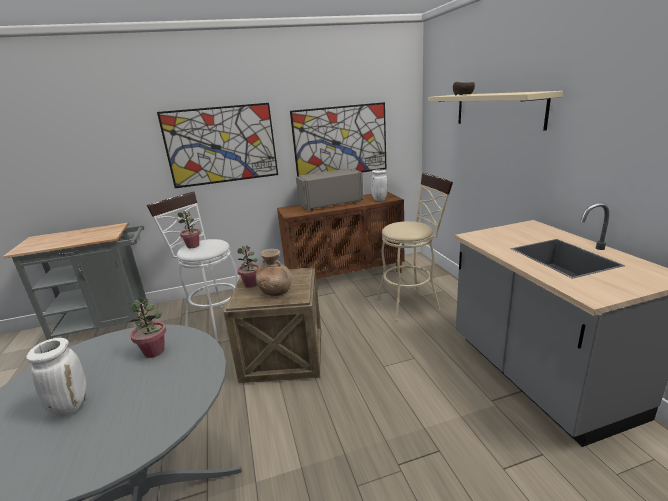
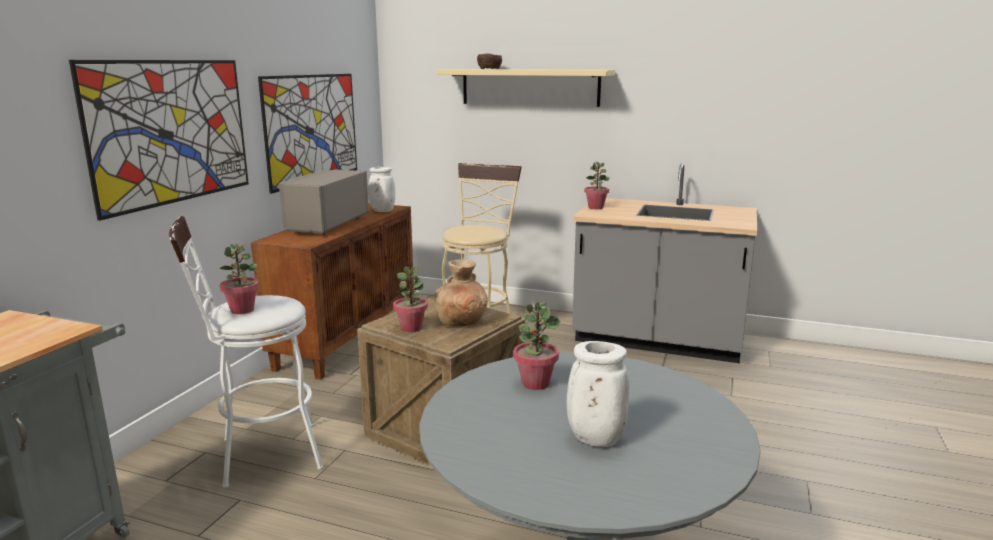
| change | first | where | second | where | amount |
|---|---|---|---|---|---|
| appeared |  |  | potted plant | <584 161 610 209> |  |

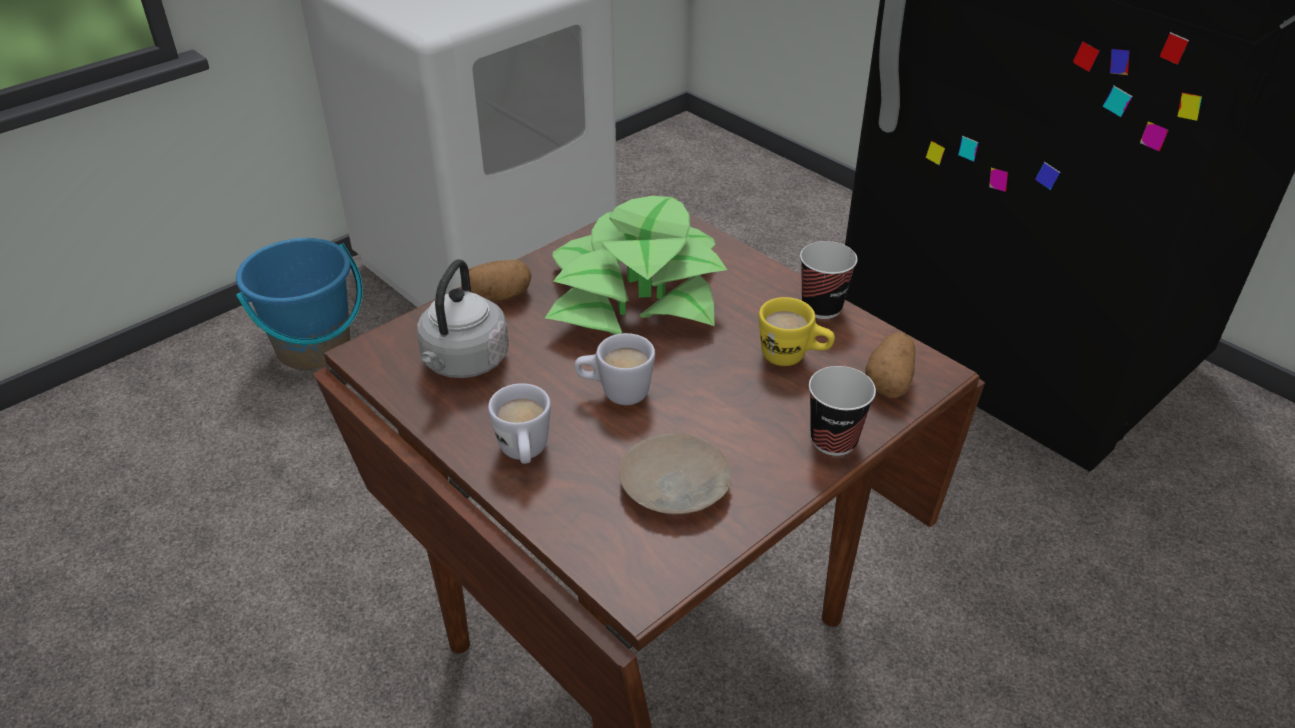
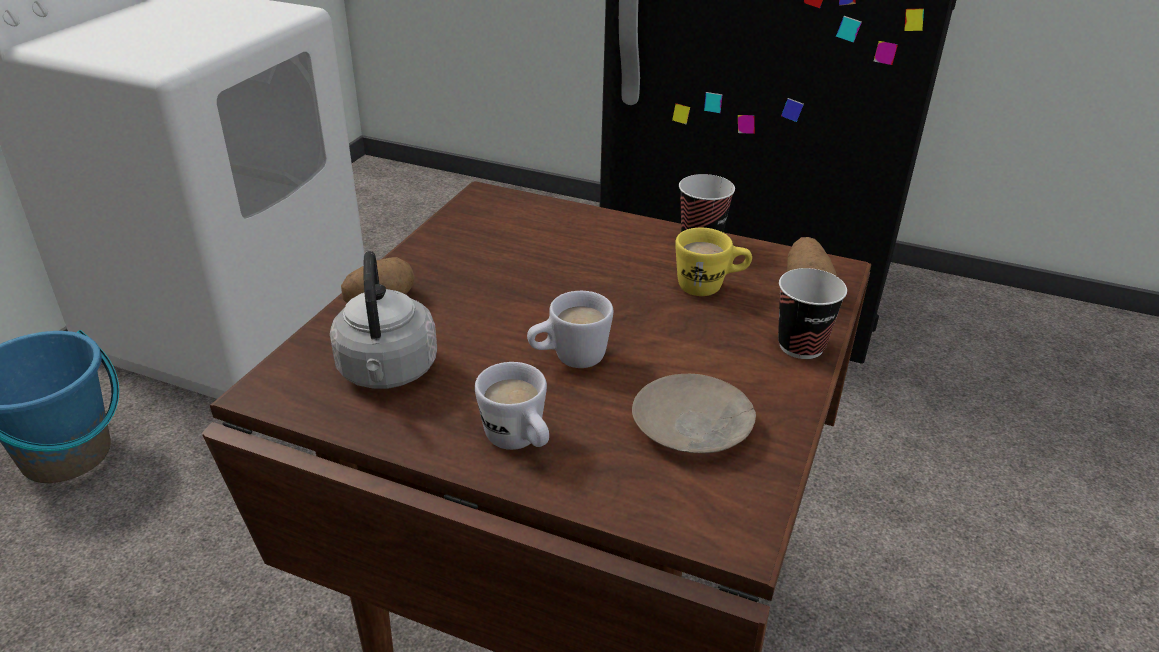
| change | first | where | second | where | amount |
|---|---|---|---|---|---|
| missing | potted plant | <545 196 727 335> |  |  |  |

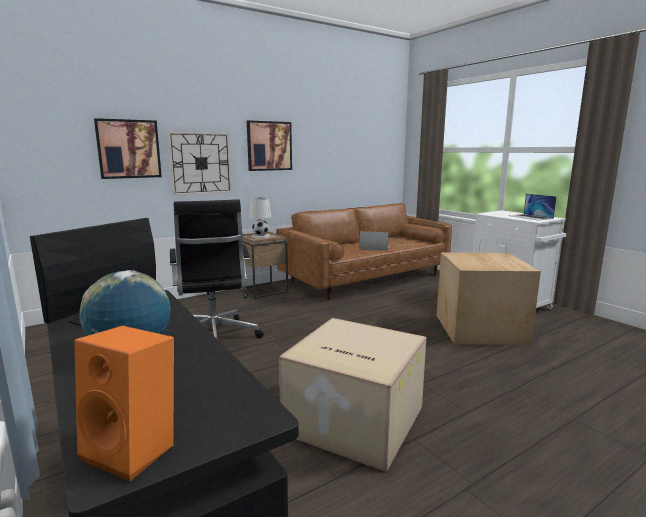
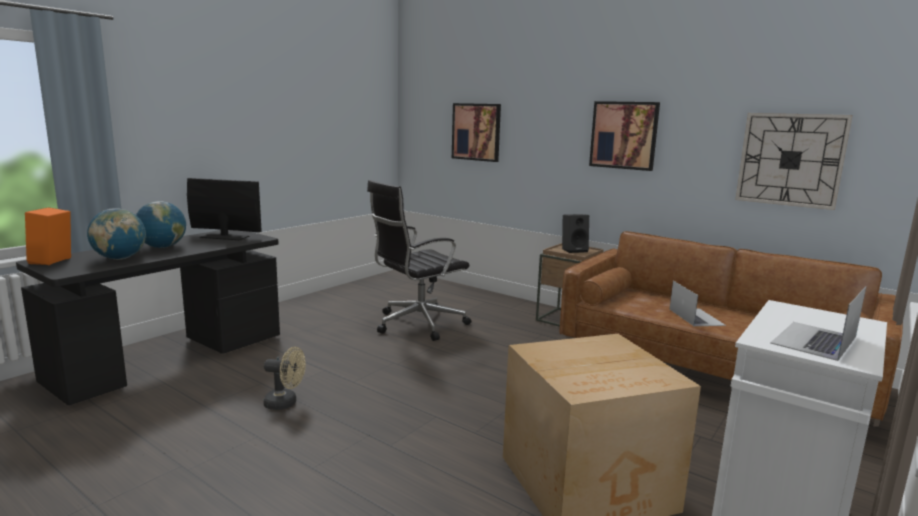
| change | first | where | second | where | amount |
|---|---|---|---|---|---|
| appeared |  |  | globe | <87 208 146 260> |  |
| relocated | wall clock | <167 131 232 196> |  | <735 113 853 210> |  |
| exchanged | white table lamp | <249 198 271 238> | black speaker | <562 214 589 253> |  |
| exchanged | cardboard box | <279 318 426 472> | beige fan | <263 347 306 410> |  |

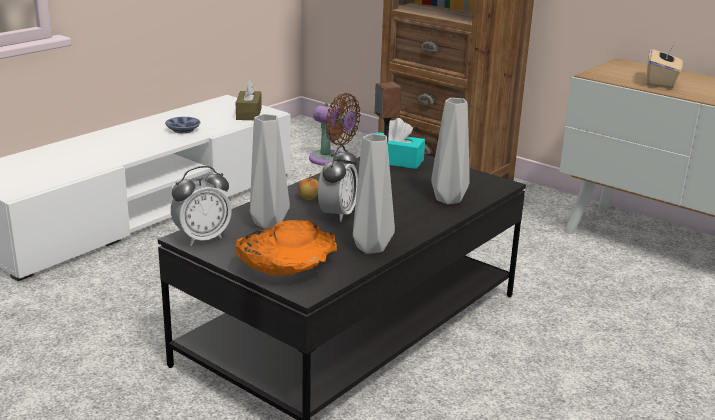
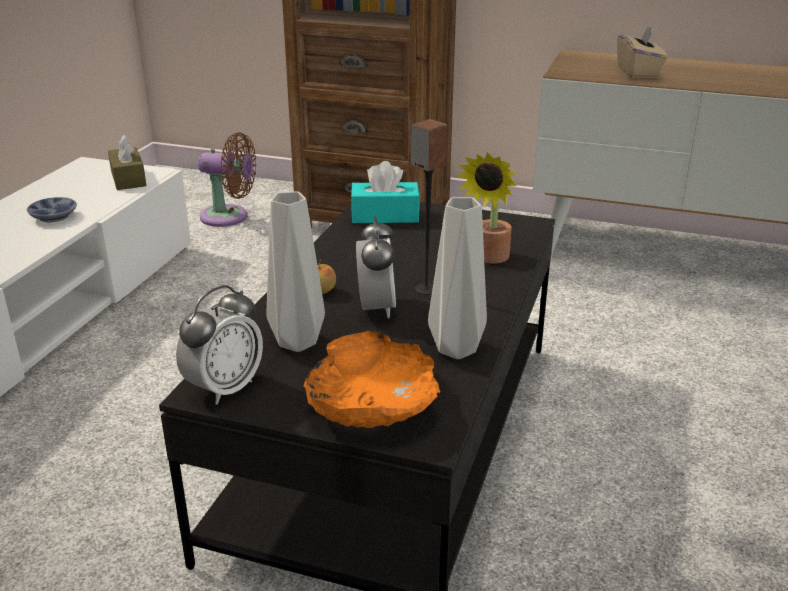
| change | first | where | second | where | amount |
|---|---|---|---|---|---|
| exchanged | grey vase | <431 98 470 204> | potted plant | <457 152 516 263> |  |

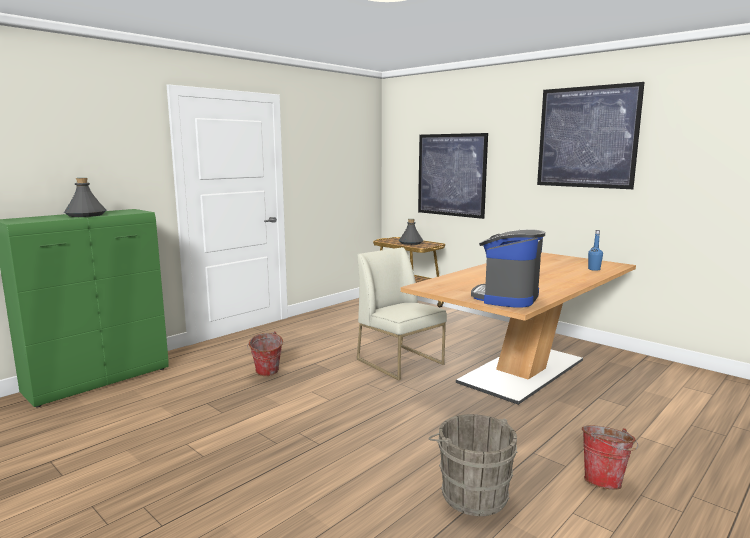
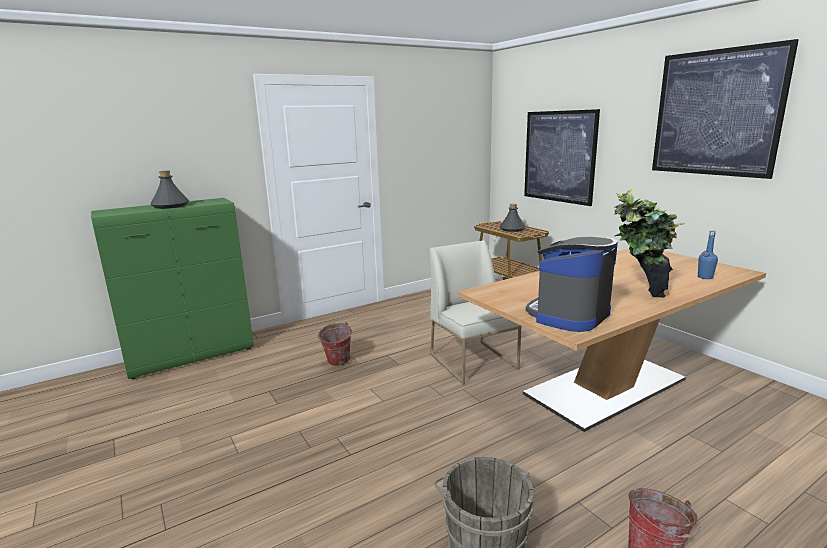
| change | first | where | second | where | amount |
|---|---|---|---|---|---|
| appeared |  |  | potted plant | <614 190 684 297> |  |

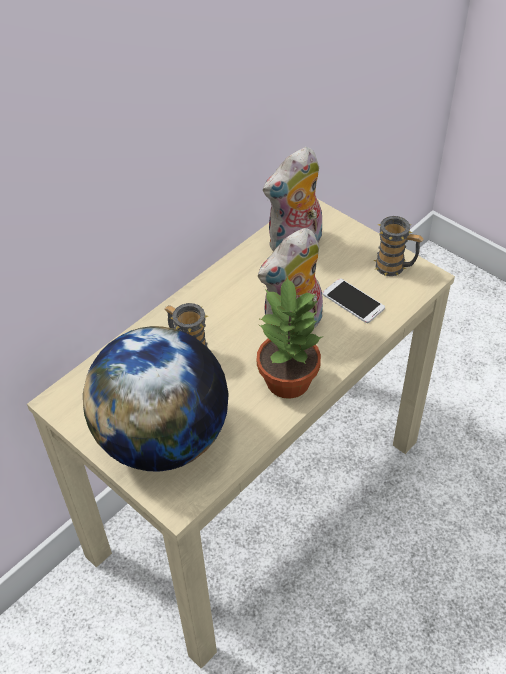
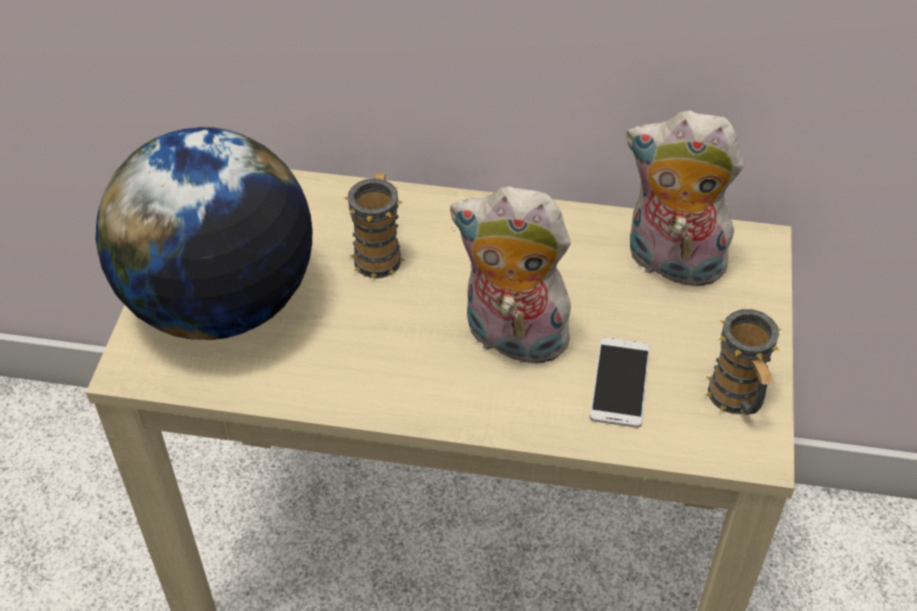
| change | first | where | second | where | amount |
|---|---|---|---|---|---|
| missing | potted plant | <257 276 323 399> |  |  |  |

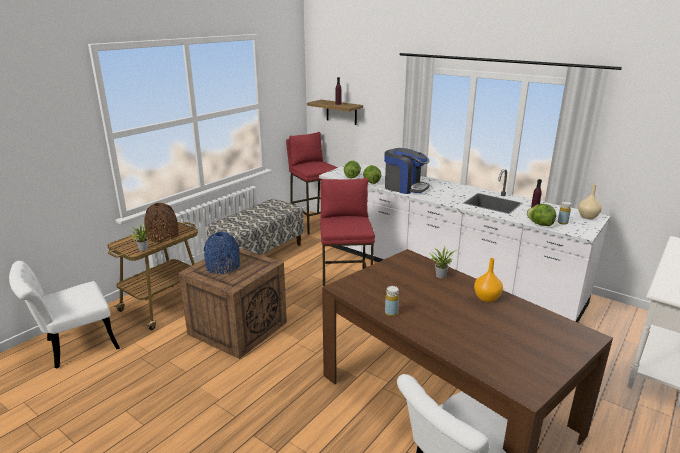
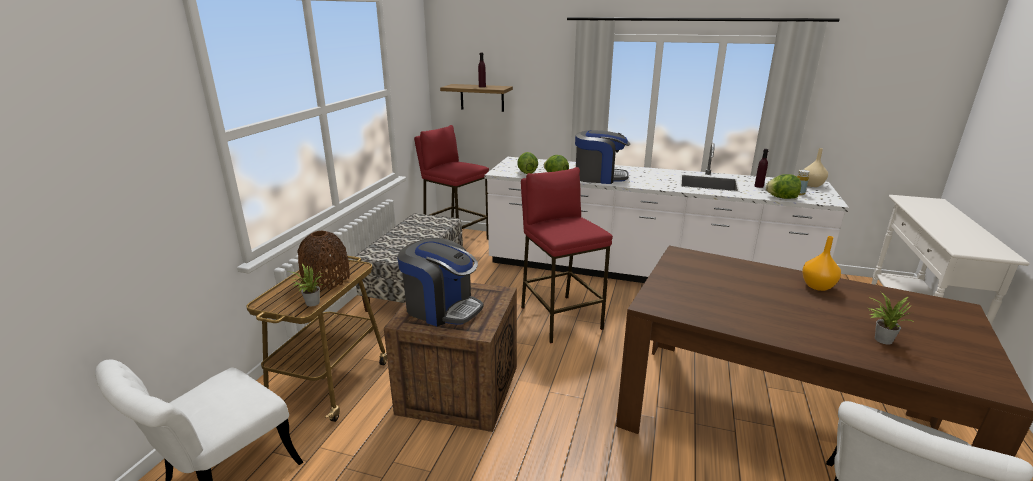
| change | first | where | second | where | amount |
|---|---|---|---|---|---|
| missing | yellow bottle | <385 286 399 316> |  |  |  |
| relocated | potted plant | <429 246 458 279> |  | <868 292 914 345> |  |
| exchanged | blue vase | <204 232 240 274> | coffee machine | <397 238 484 326> |  |

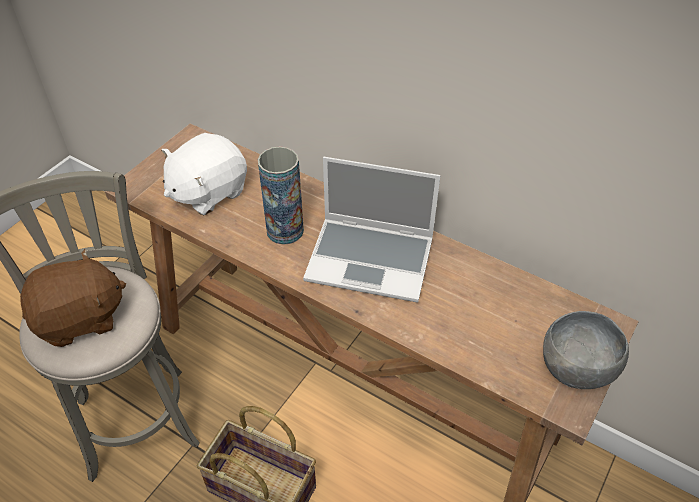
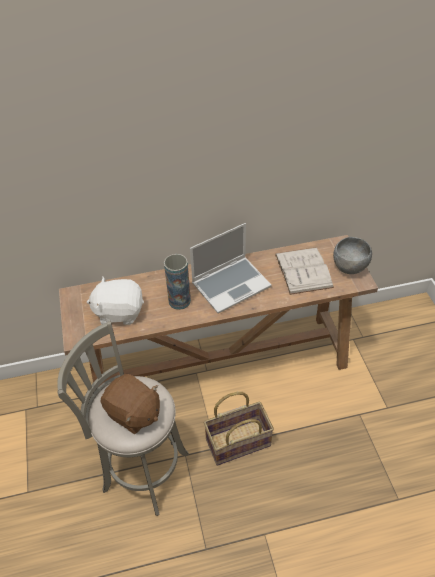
| change | first | where | second | where | amount |
|---|---|---|---|---|---|
| appeared |  |  | white book | <275 247 334 295> |  |
| spun | brown plush toy | <20 249 126 347> |  | <100 374 160 434> | 105 degrees clockwise |
| spun | white plush toy | <162 133 247 216> |  | <87 276 144 325> | 90 degrees clockwise |

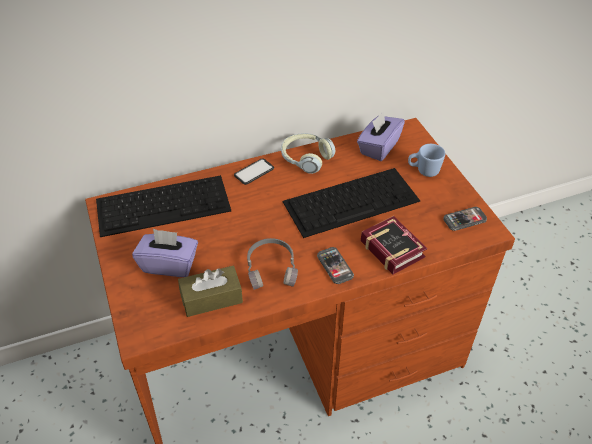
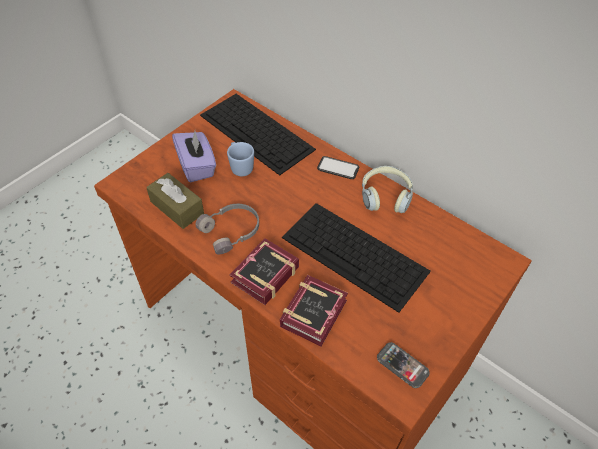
| change | first | where | second | where | amount |
|---|---|---|---|---|---|
| missing | purple tissue box | <357 111 405 161> |  |  |  |
| relocated | blue mug | <408 144 445 177> |  | <227 142 254 176> |  |
| exchanged | phone | <317 247 354 284> | book | <230 238 299 305> |  |

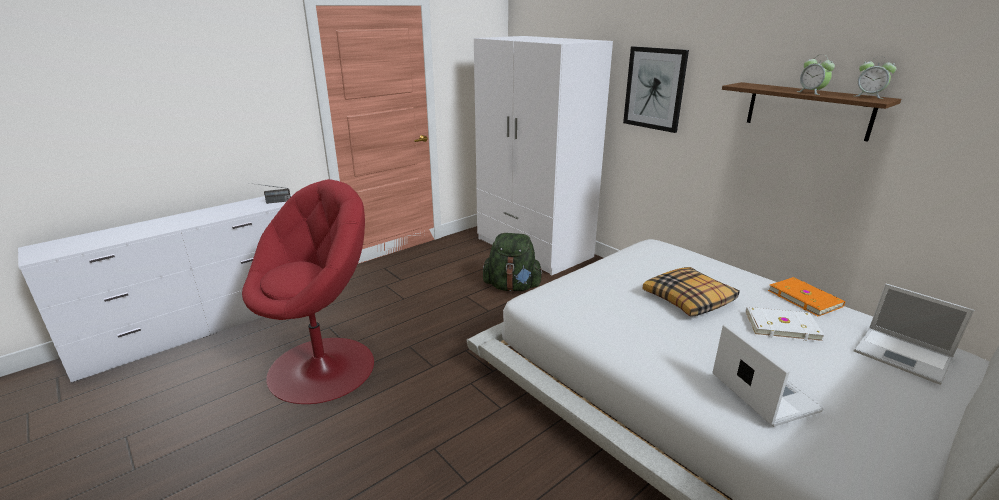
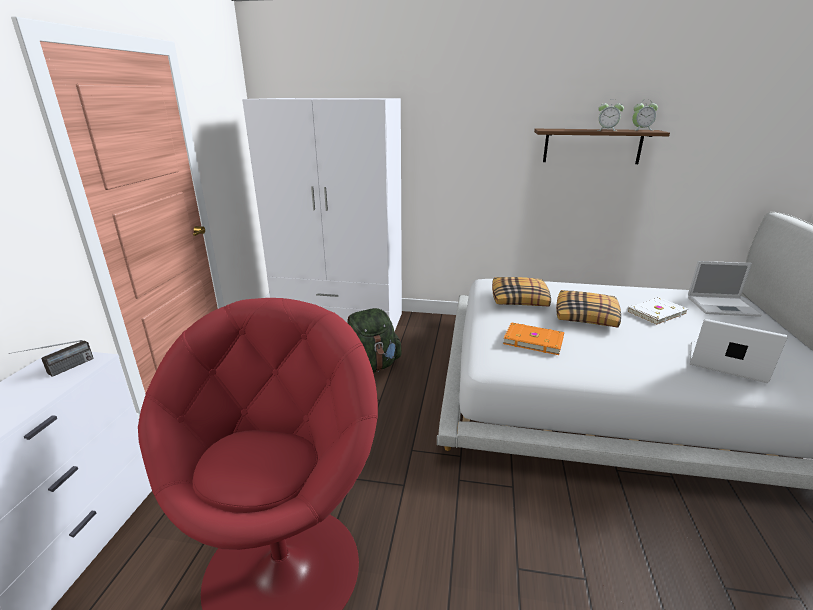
| change | first | where | second | where | amount |
|---|---|---|---|---|---|
| missing | picture | <623 46 689 133> |  |  |  |
| appeared |  |  | pillow | <492 277 551 307> |  |
| relocated | orange book | <768 277 845 316> |  | <503 322 564 355> |  |

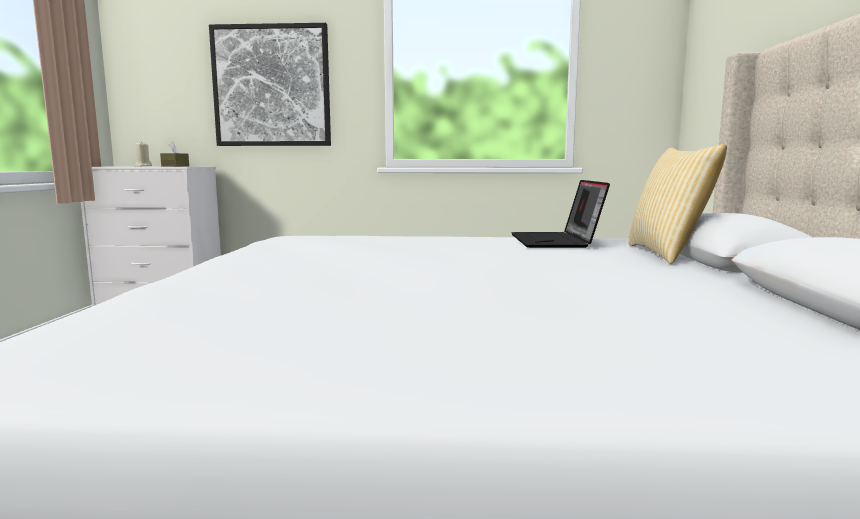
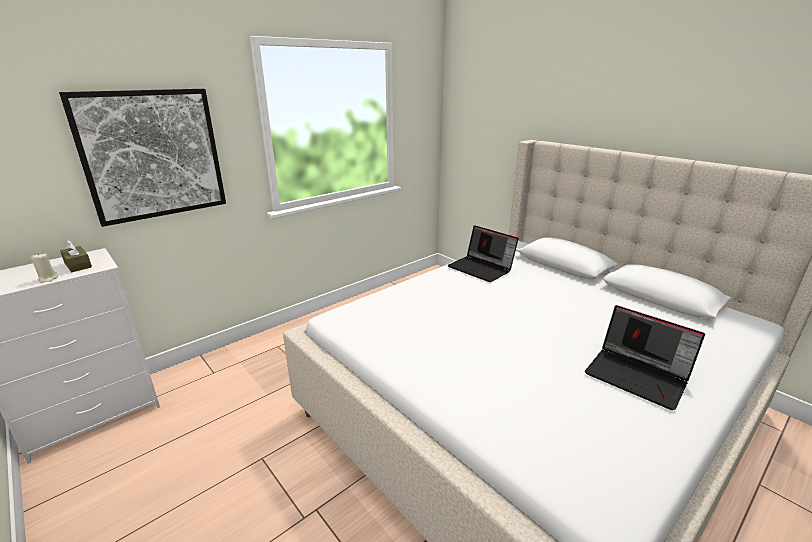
| change | first | where | second | where | amount |
|---|---|---|---|---|---|
| missing | pillow | <628 144 727 264> |  |  |  |
| appeared |  |  | laptop | <585 305 705 410> |  |

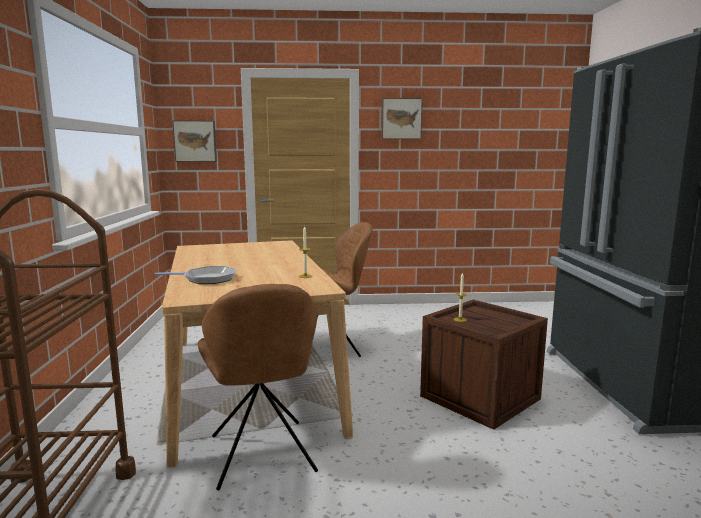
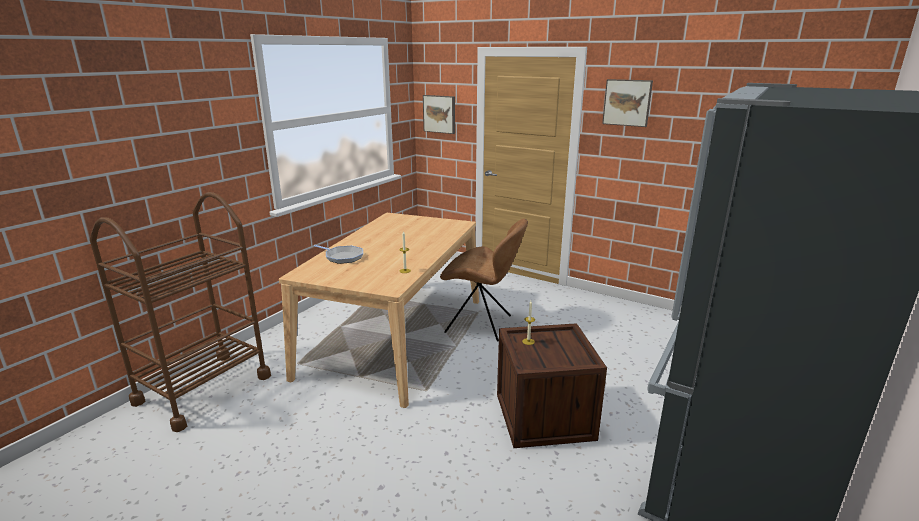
| change | first | where | second | where | amount |
|---|---|---|---|---|---|
| missing | brown chair | <198 284 318 491> |  |  |  |

